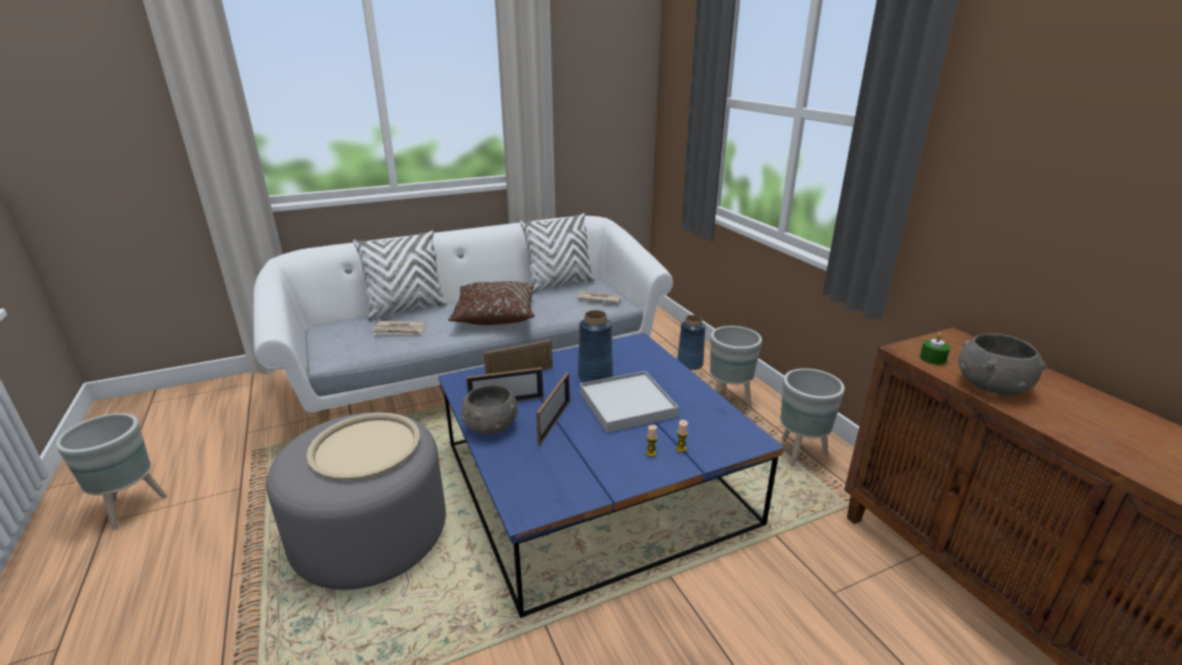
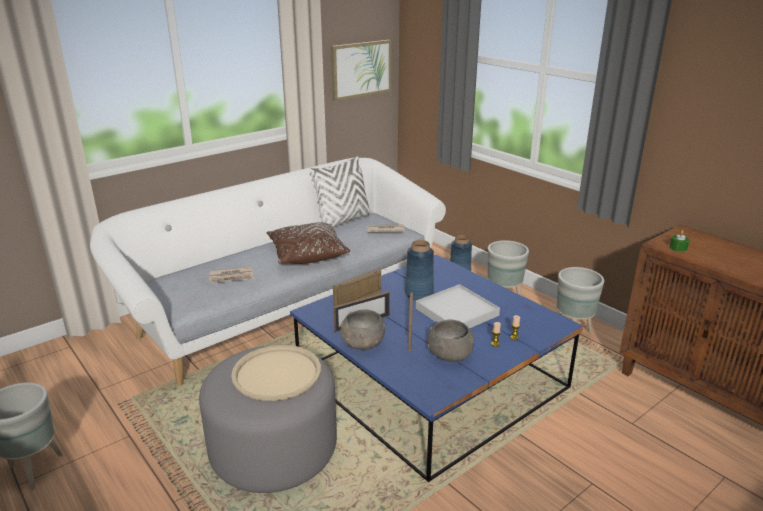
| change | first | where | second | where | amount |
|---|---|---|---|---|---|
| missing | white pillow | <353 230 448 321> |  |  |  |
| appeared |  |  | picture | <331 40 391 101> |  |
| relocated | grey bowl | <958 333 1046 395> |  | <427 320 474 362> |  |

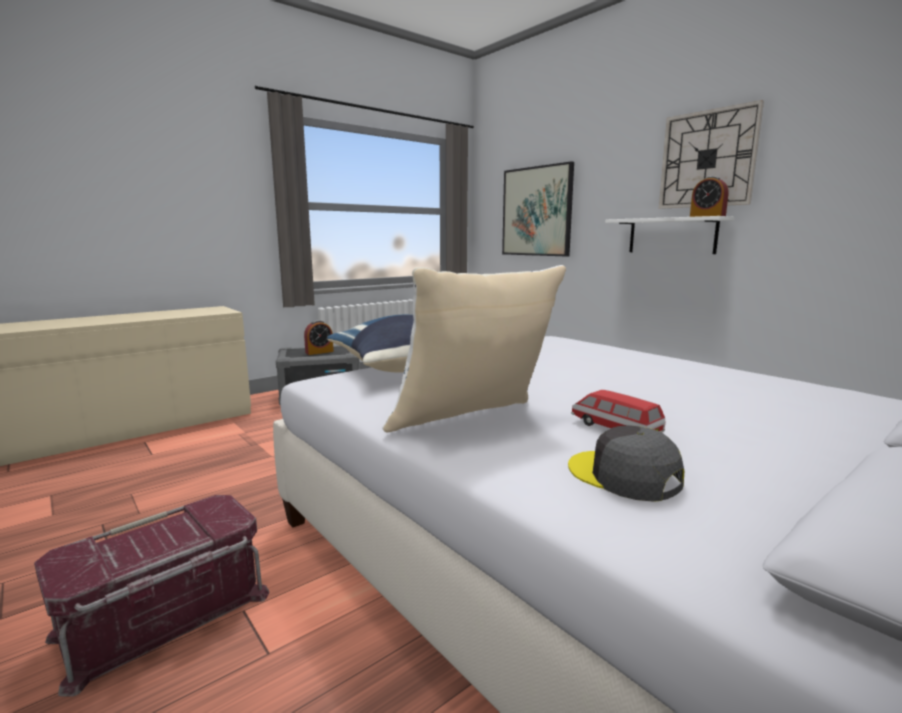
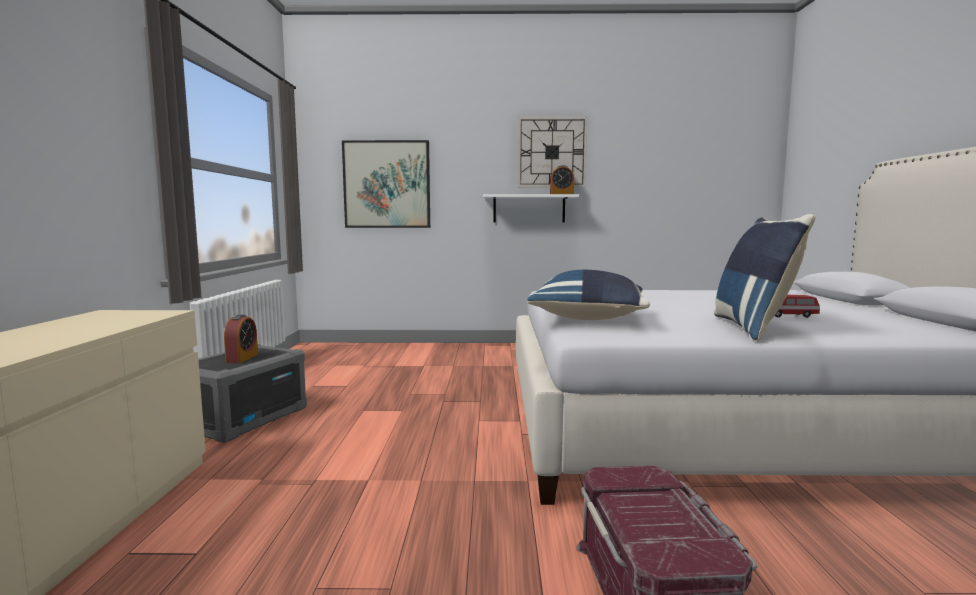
| change | first | where | second | where | amount |
|---|---|---|---|---|---|
| missing | grey cap | <568 425 684 502> |  |  |  |
| colour | white pillow | <382 265 566 432> | blue pillow | <714 214 815 341> |  |

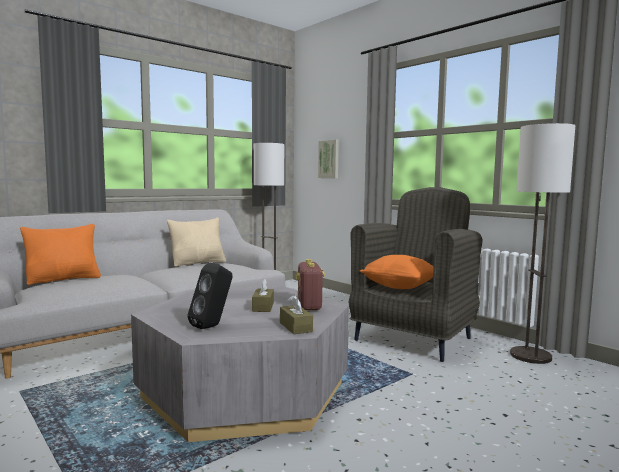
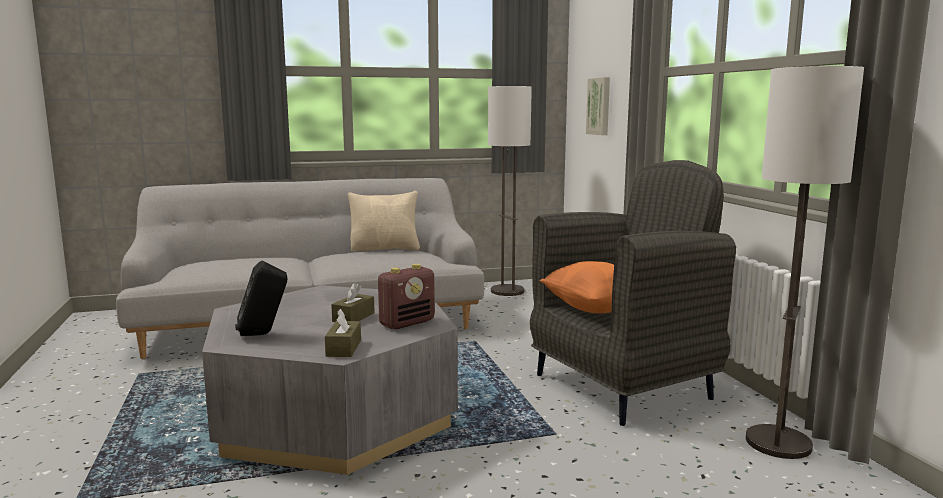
| change | first | where | second | where | amount |
|---|---|---|---|---|---|
| missing | orange pillow | <20 224 101 285> |  |  |  |
| spun | radio | <296 259 326 310> |  | <378 264 435 329> | 150 degrees counterclockwise |

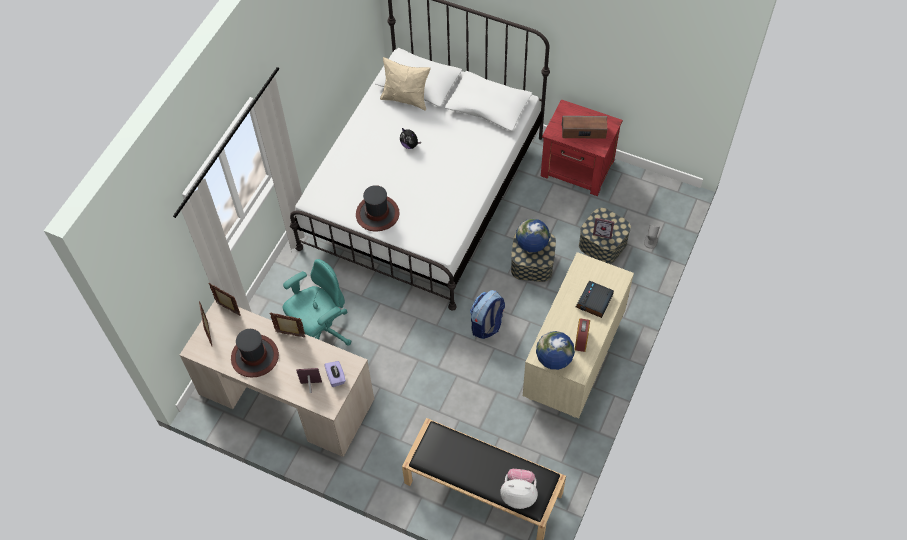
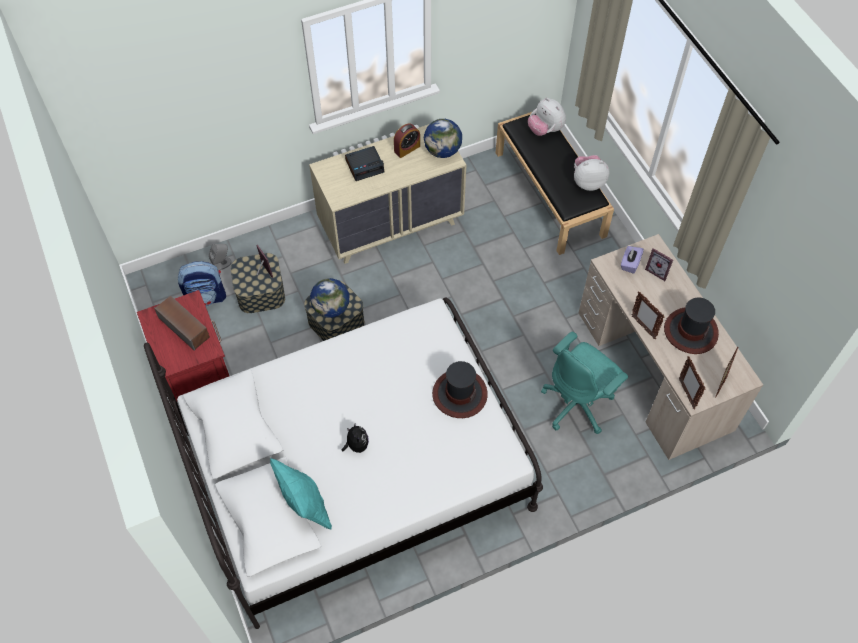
| change | first | where | second | where | amount |
|---|---|---|---|---|---|
| appeared |  |  | plush toy | <574 155 610 191> |  |
| relocated | backpack | <470 290 505 339> |  | <178 261 226 307> |  |
| colour | beige pillow | <380 57 430 111> | turquoise pillow | <270 458 332 530> |  |
| spun | turquoise office chair | <282 259 351 346> |  | <541 331 628 434> | 45 degrees counterclockwise |

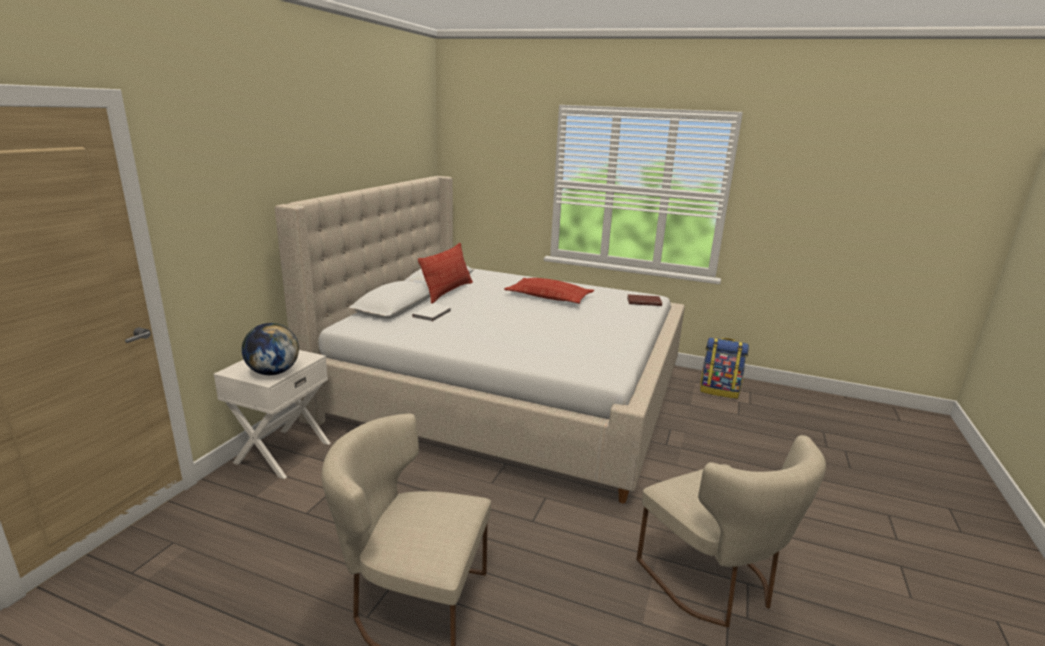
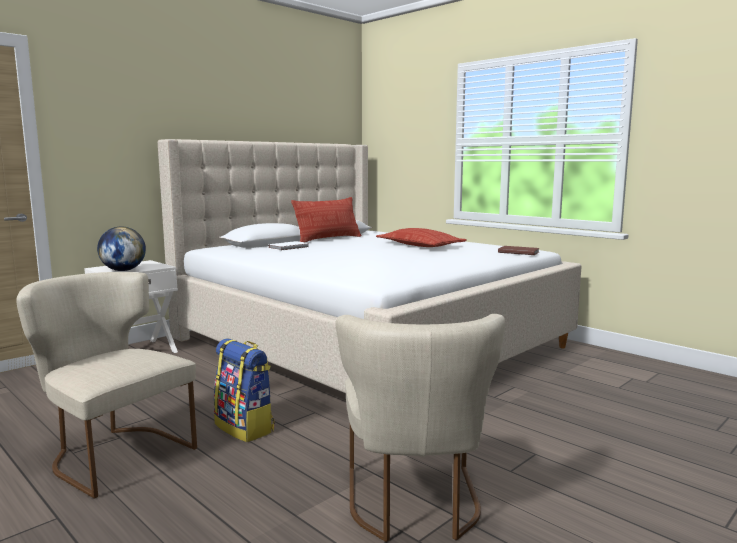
| change | first | where | second | where | amount |
|---|---|---|---|---|---|
| relocated | backpack | <700 338 749 399> |  | <213 338 275 442> |  |

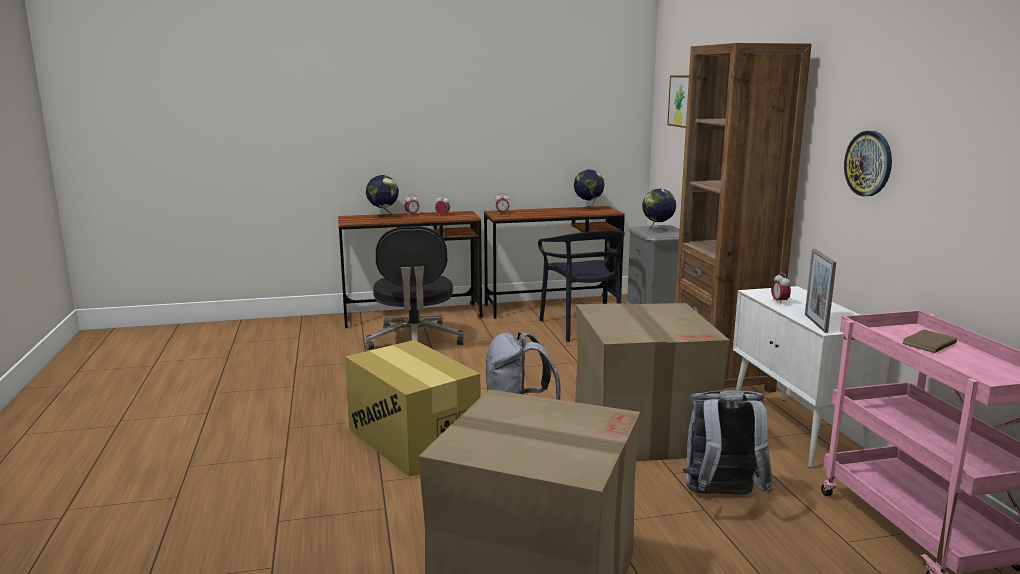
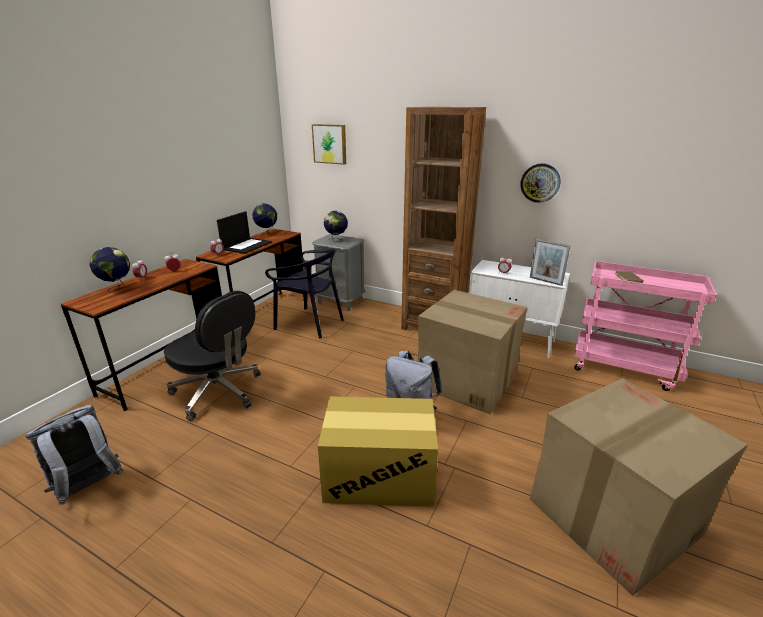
| change | first | where | second | where | amount |
|---|---|---|---|---|---|
| appeared |  |  | laptop | <217 211 272 254> |  |
| relocated | grey backpack | <683 390 773 495> |  | <25 405 124 505> |  |

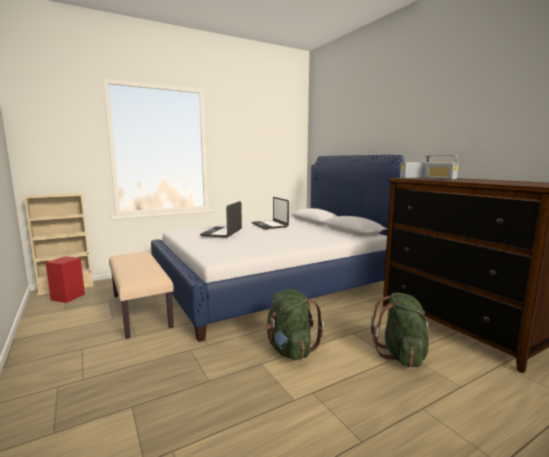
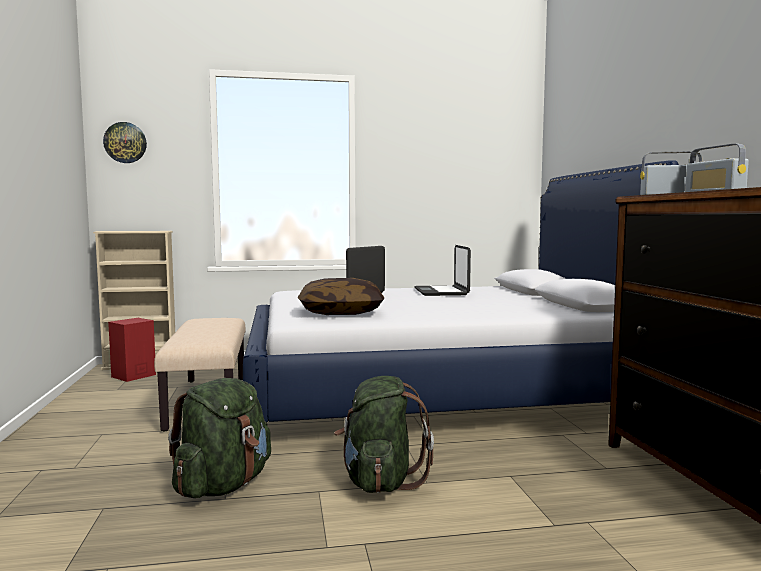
| change | first | where | second | where | amount |
|---|---|---|---|---|---|
| appeared |  |  | wall clock | <103 122 147 163> |  |
| appeared |  |  | pillow | <298 278 384 315> |  |
| relocated | green backpack | <371 293 433 367> |  | <168 378 271 498> |  |

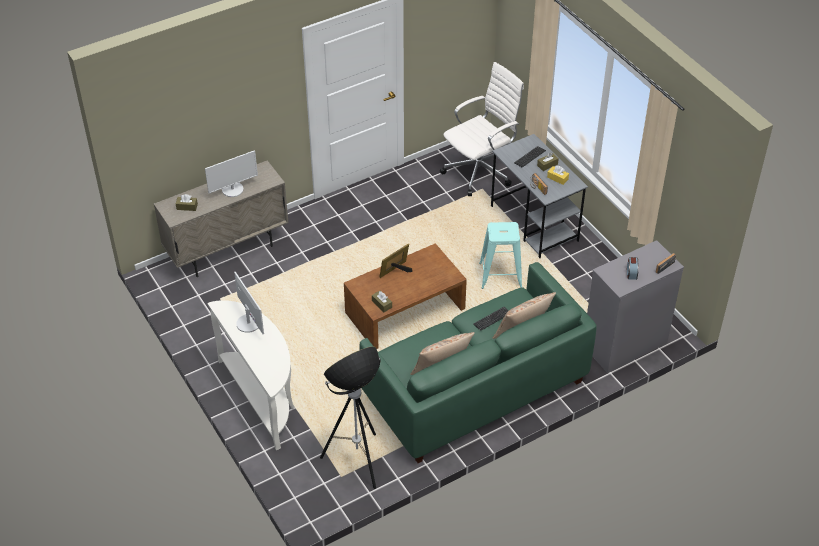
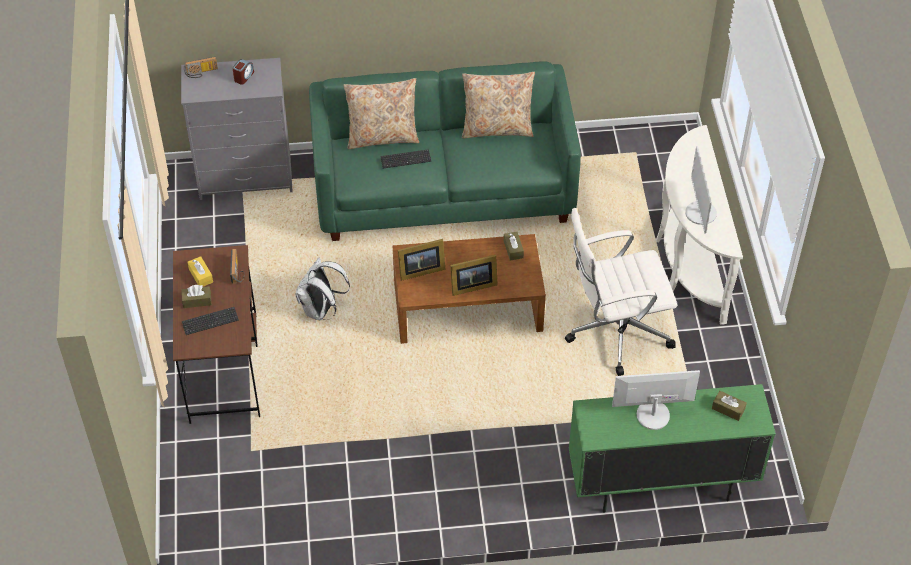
| change | first | where | second | where | amount |
|---|---|---|---|---|---|
| missing | floor lamp | <320 346 381 489> |  |  |  |
| appeared |  |  | picture frame | <398 239 445 281> |  |
| relocated | white office chair | <440 62 524 196> |  | <565 208 677 376> |  |
| exchanged | turquoise stool | <479 222 522 289> | white backpack | <295 258 350 320> |  |
| colour | beige cabinet | <154 160 289 277> | green cabinet | <569 384 776 513> |  |
| colour | grey desk | <491 134 588 258> | brown desk | <173 245 260 424> |  |

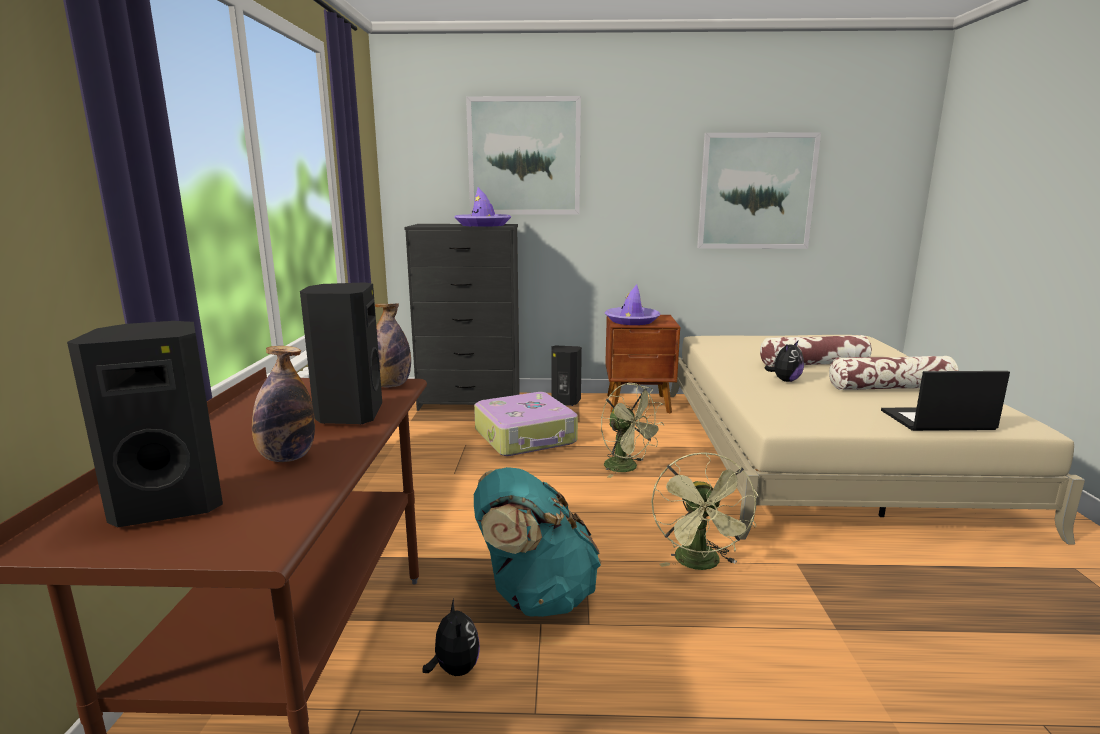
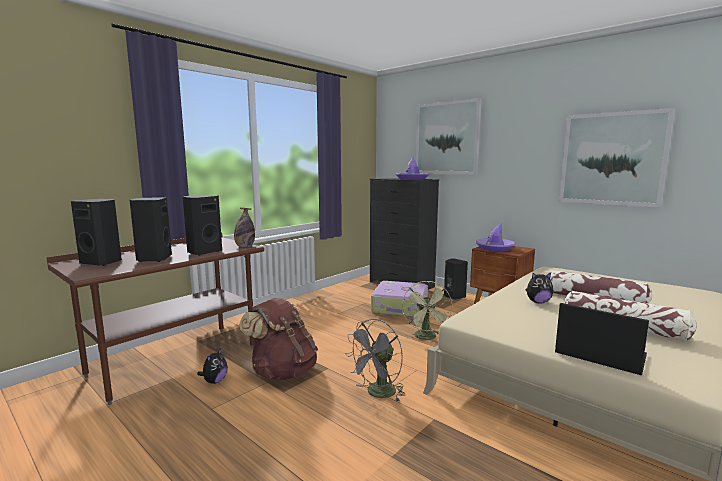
| change | first | where | second | where | amount |
|---|---|---|---|---|---|
| exchanged | bottle | <252 346 315 462> | black speaker | <130 197 172 262> |  |
| colour | turquoise backpack | <474 467 601 617> | brown backpack | <239 298 318 380> |  |
| colour | green fan | <651 452 759 570> | grey fan | <345 319 405 401> |  |

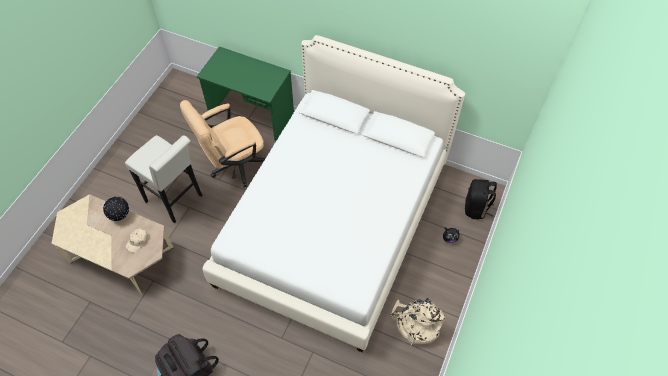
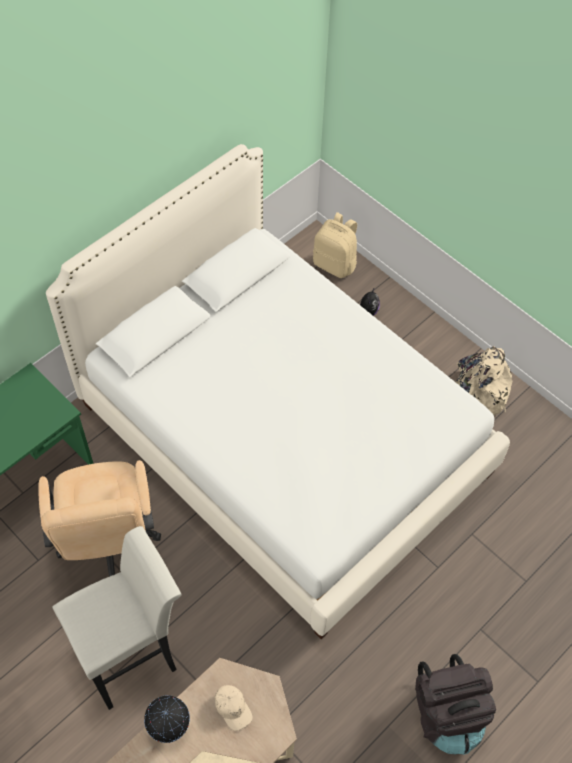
| change | first | where | second | where | amount |
|---|---|---|---|---|---|
| colour | black backpack | <465 179 497 220> | beige backpack | <313 212 357 278> |  |

